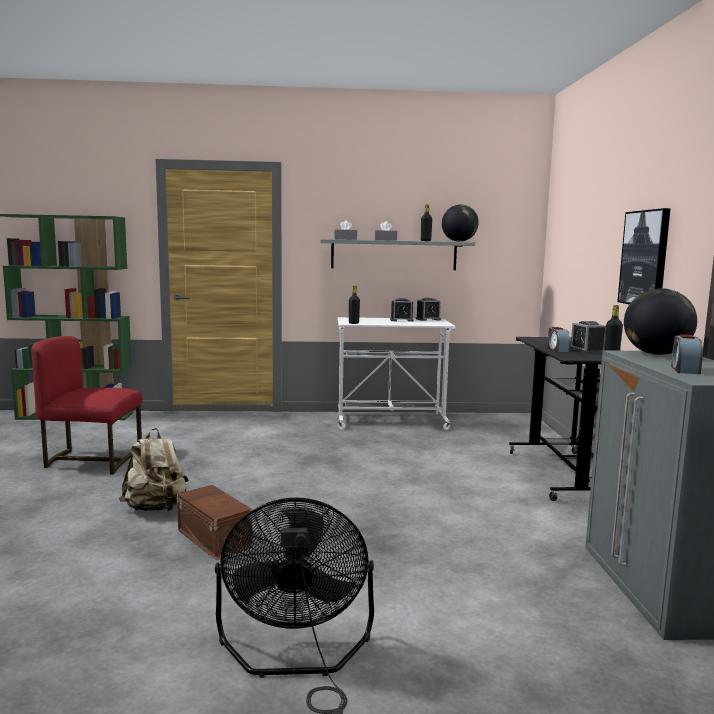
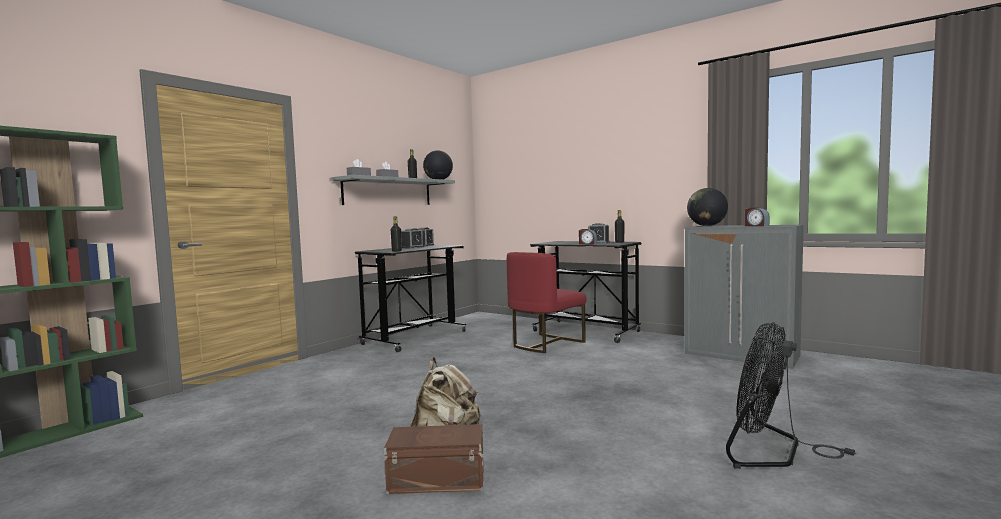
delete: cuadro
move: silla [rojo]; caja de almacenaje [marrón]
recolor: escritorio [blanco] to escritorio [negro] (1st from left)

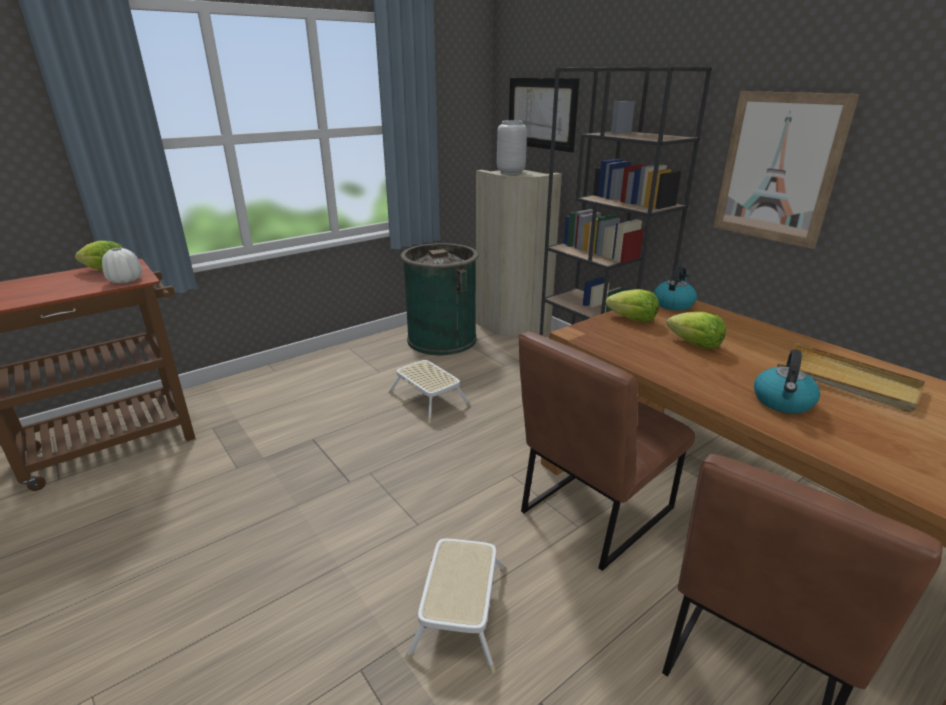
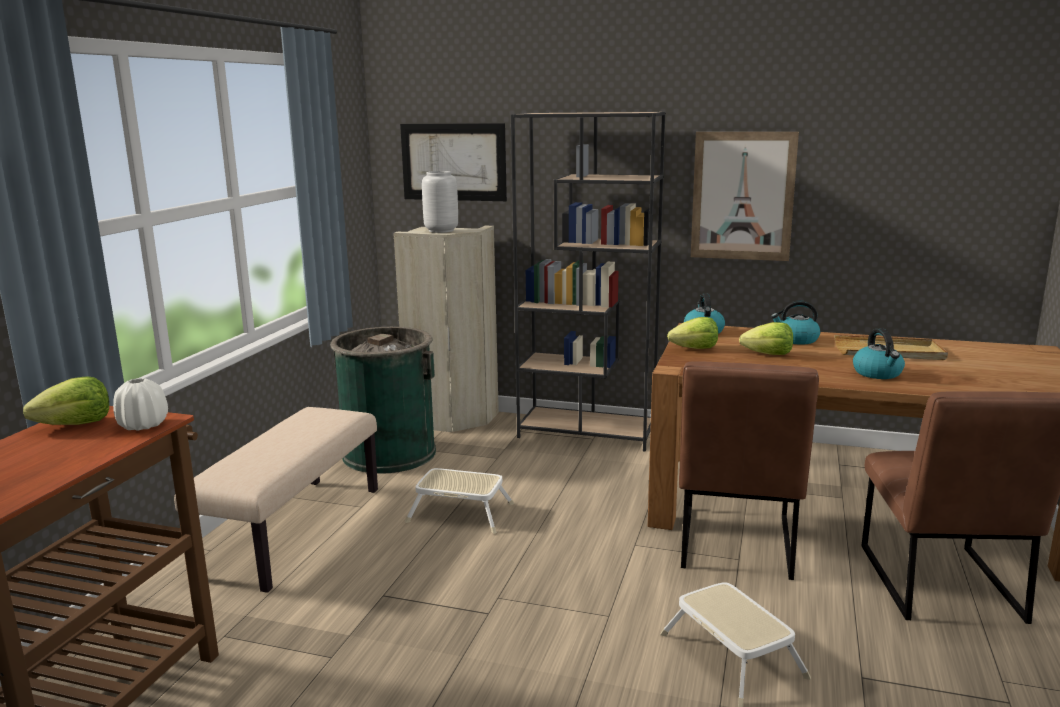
insert: banco [beis]; hervidor (2nd from left)

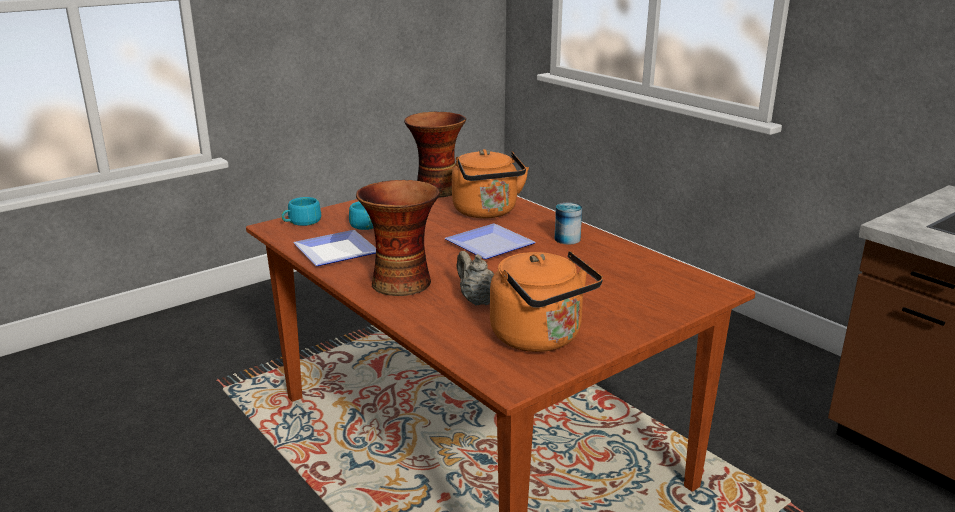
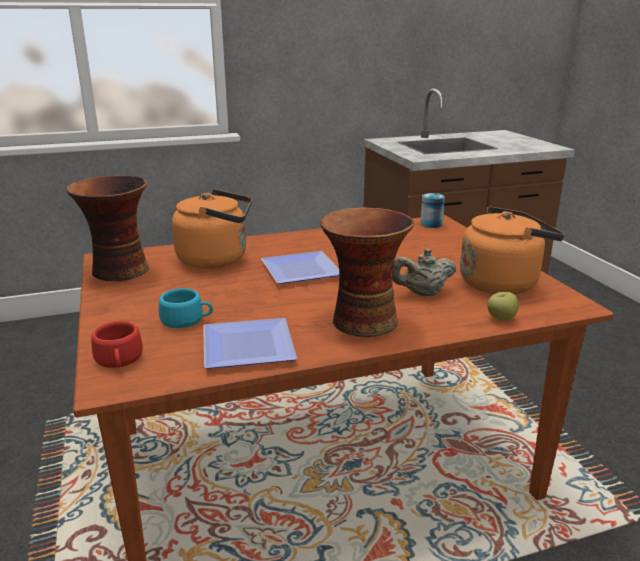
insert: manzana
move: lata
recolor: taza [turquesa] (1st from left) to taza [rojo]

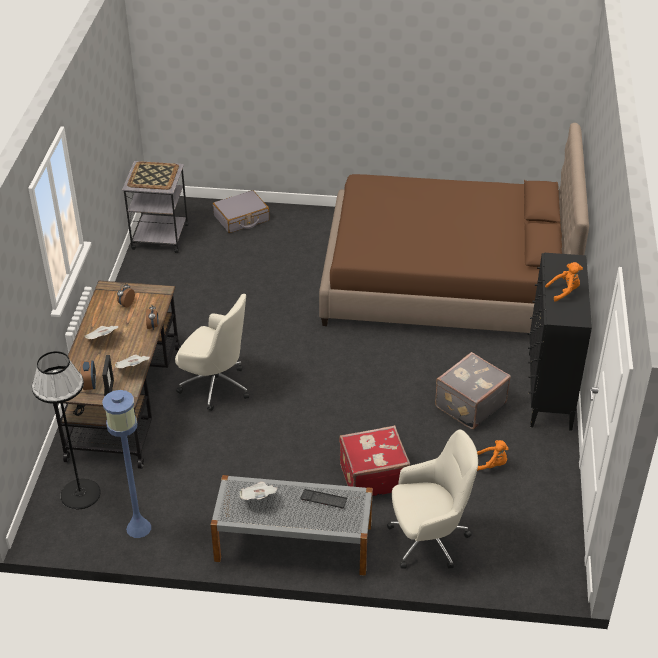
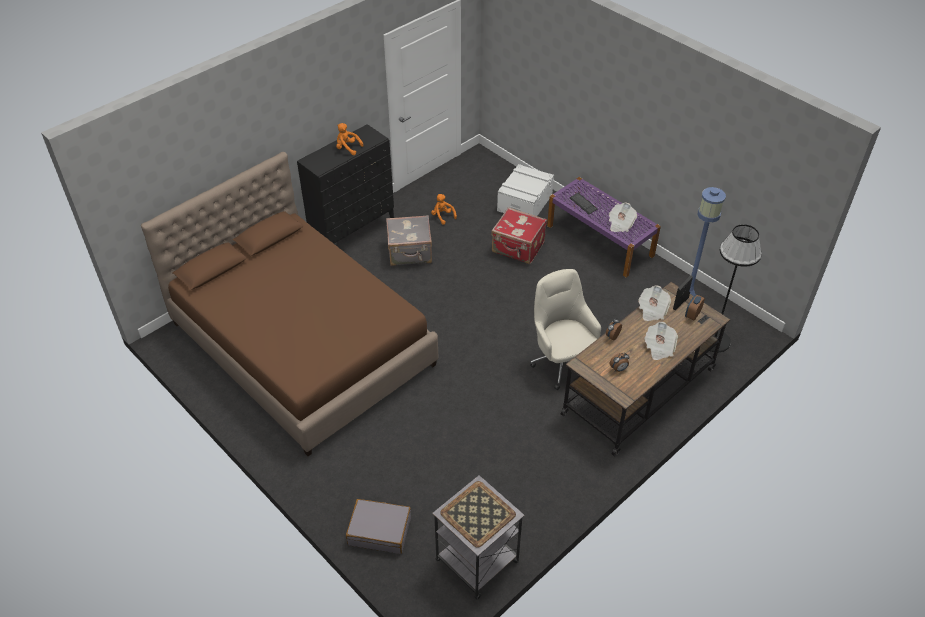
replace: silla de oficina [beis] (2nd from left) to caja de almacenaje [blanco]
recolor: banco [gris] to banco [morado]

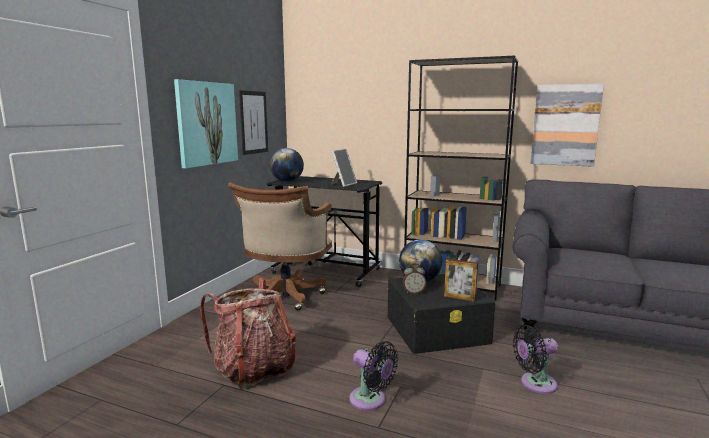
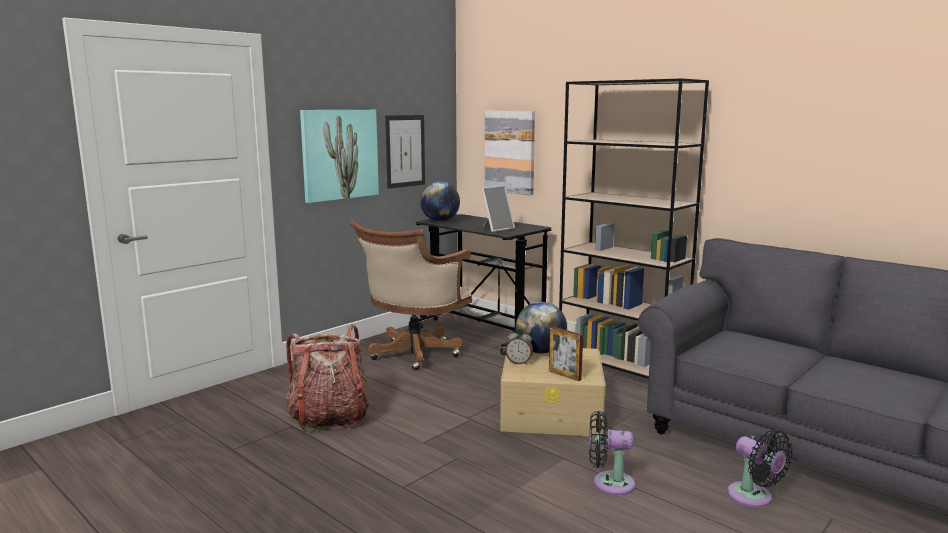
move: ventilador [negro] (1st from left in the first image) to ventilador [negro] (2nd from left); cuadro (3rd from left)
recolor: caja de almacenaje [negro] to caja de almacenaje [beis]

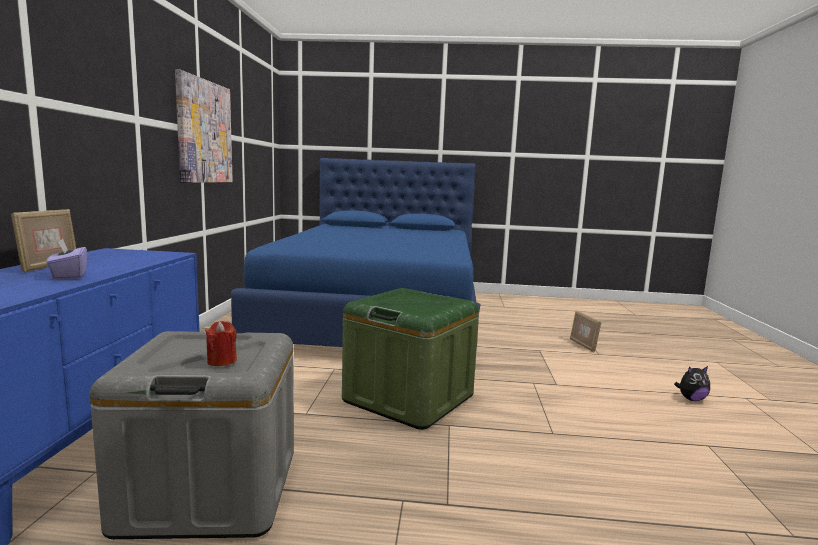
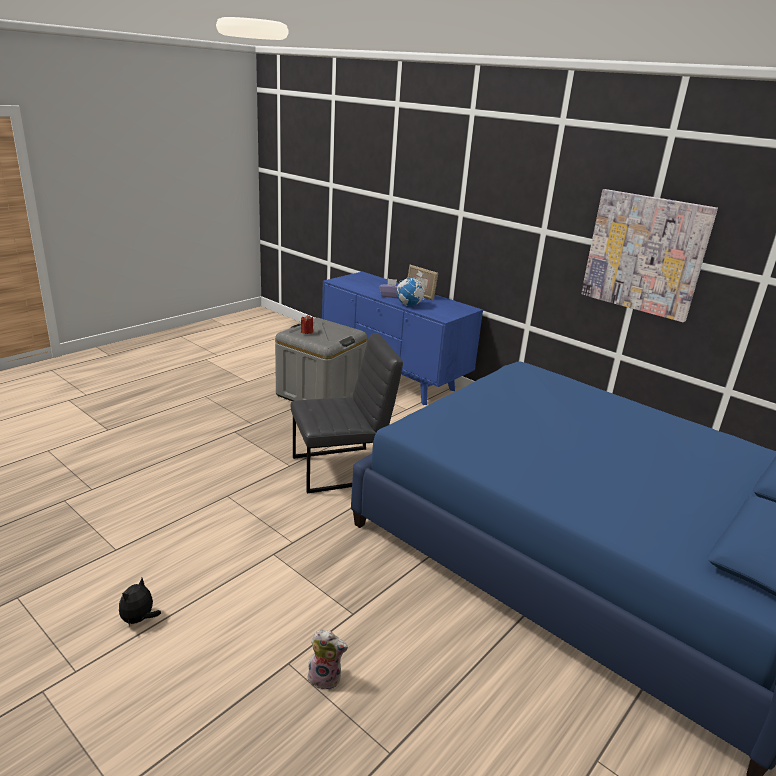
insert: globo terráqueo
replace: caja de almacenaje [verde] to silla [gris]; portarretratos (2nd from left) to peluche (2nd from left)

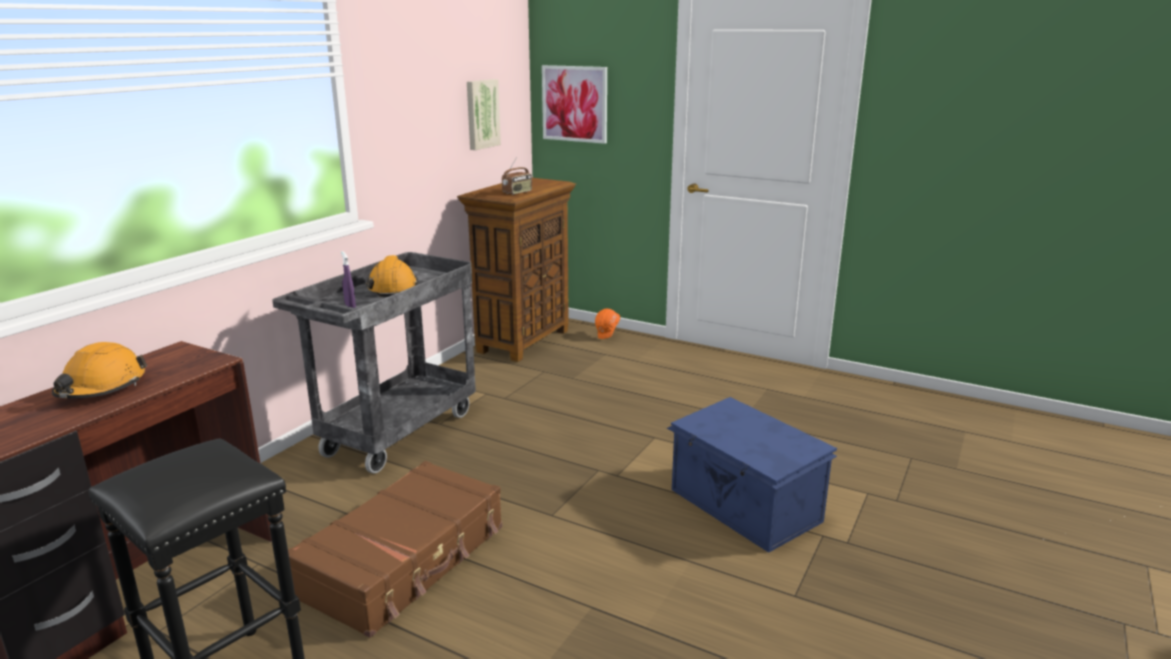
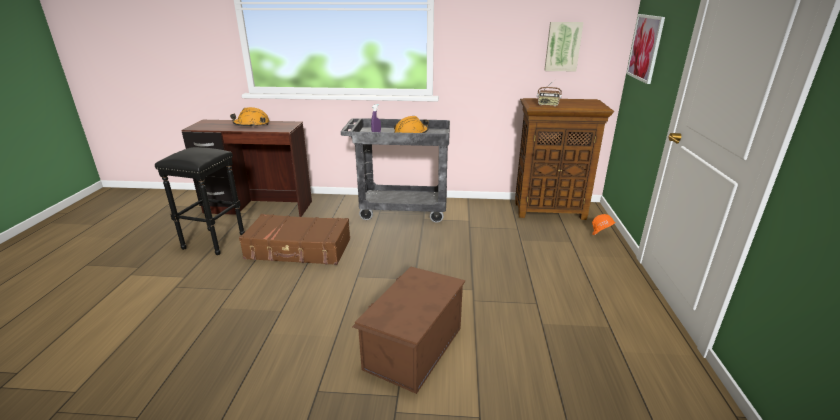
recolor: caja de almacenaje [azul] to caja de almacenaje [marrón]

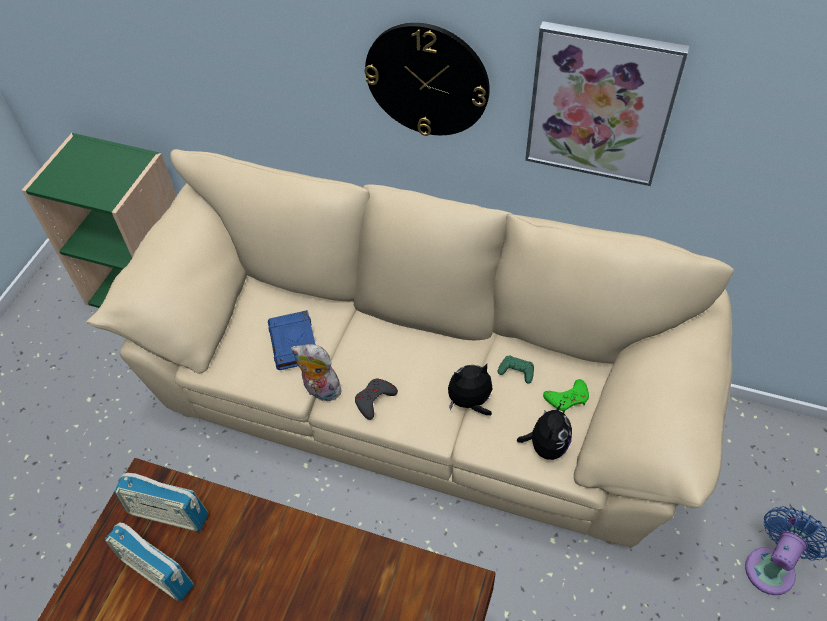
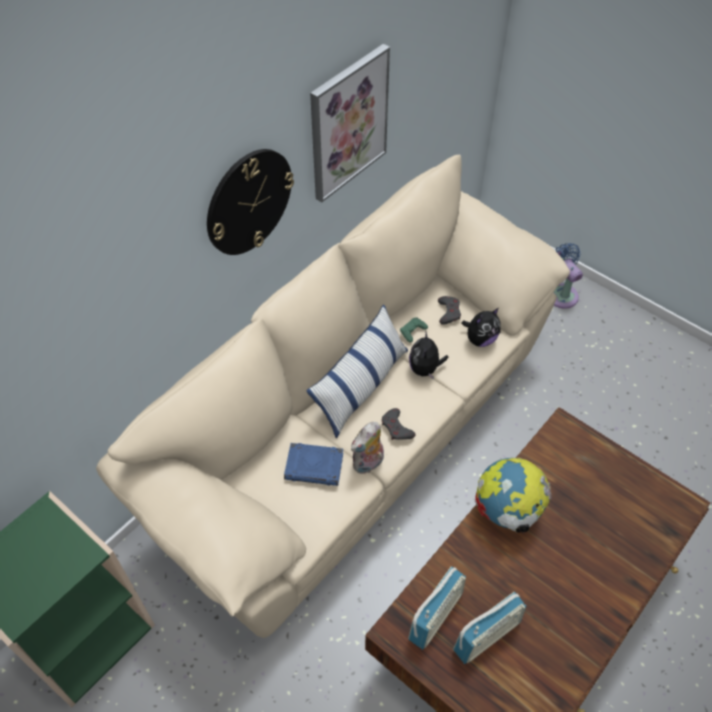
insert: cojín; globo terráqueo
recolor: mando de consola [verde] (2nd from left) to mando de consola [gris] (2nd from left)
rotate: peluche (3rd from left) 105 degrees clockwise

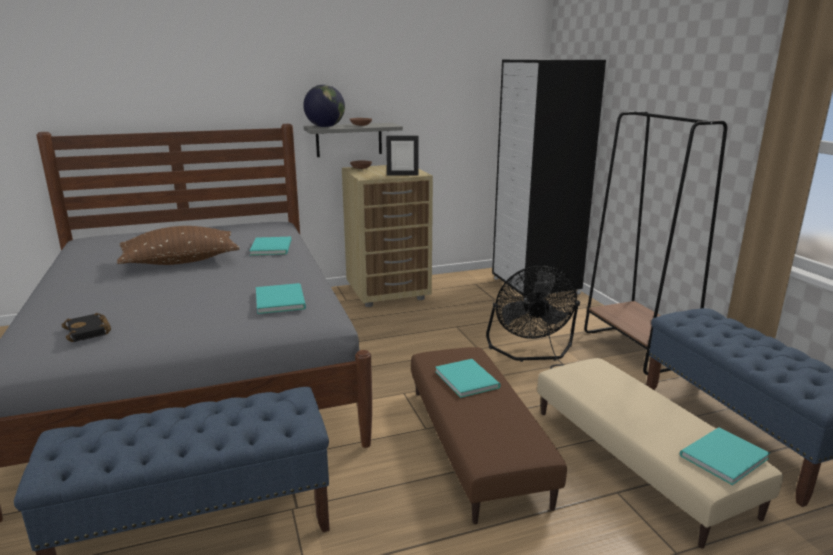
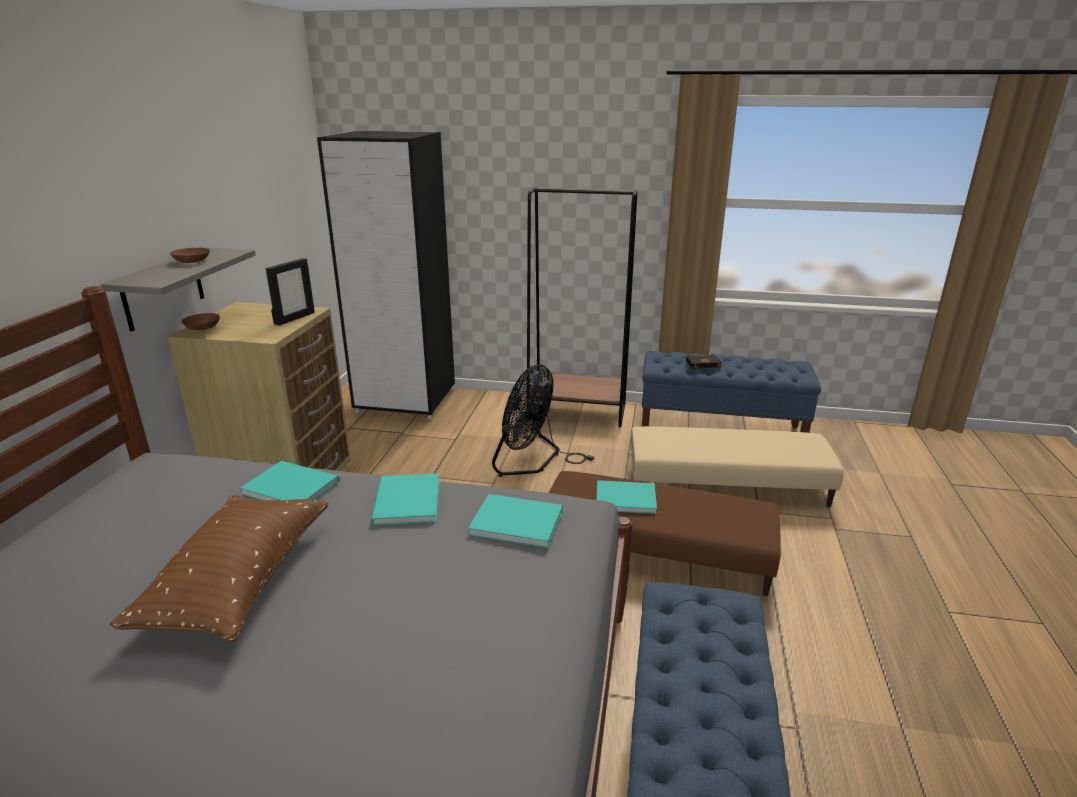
delete: globo terráqueo
move: libro [negro]; libro [turquesa] (4th from left in the first image) to libro [turquesa] (2nd from left)

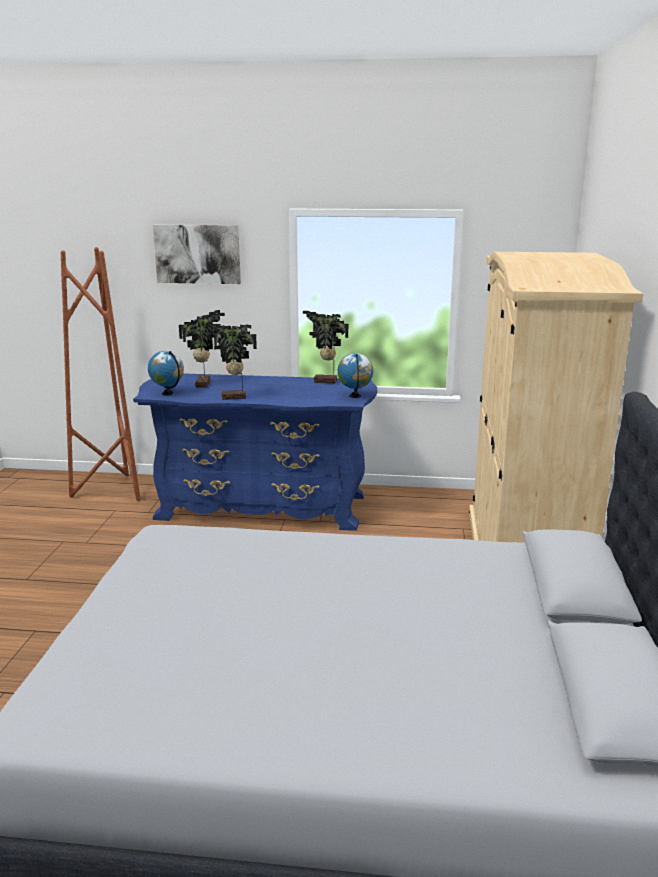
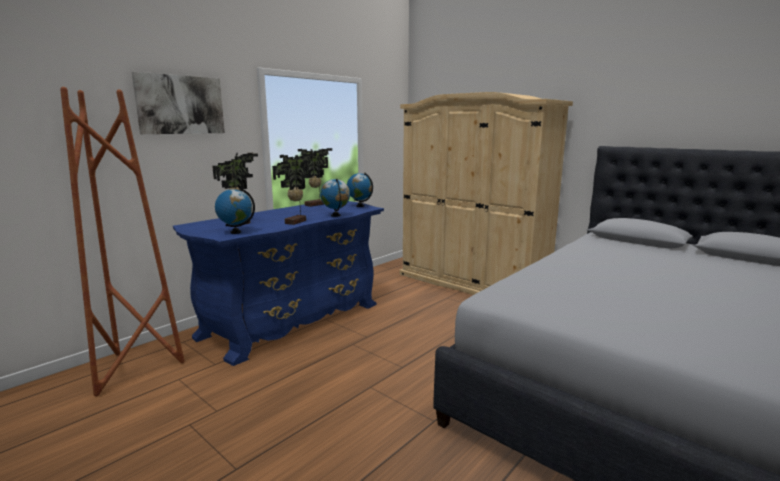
insert: globo terráqueo (2nd from left)

